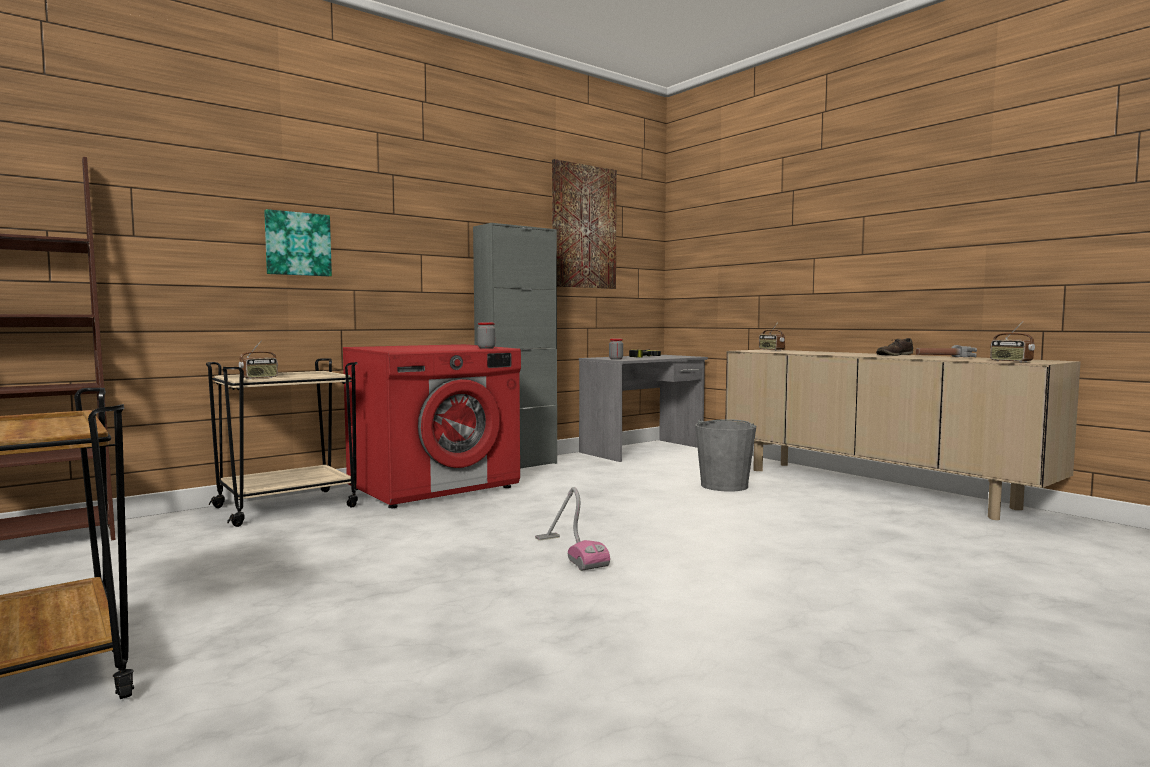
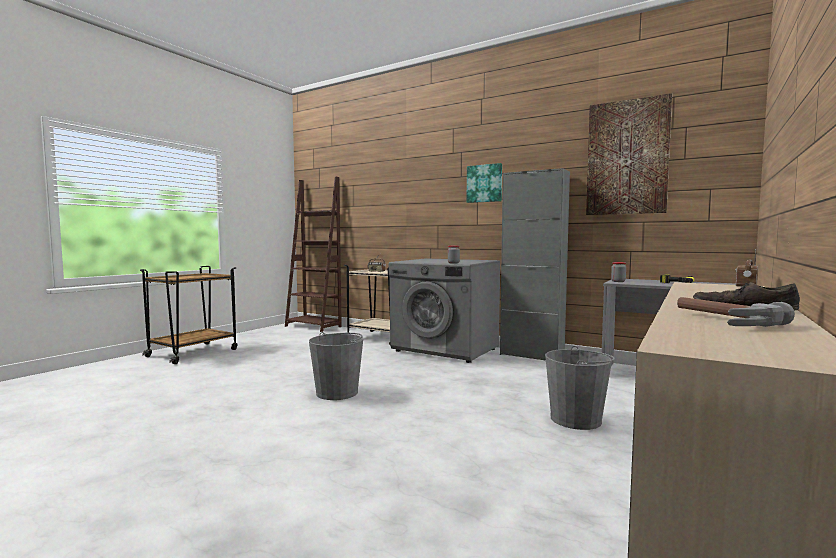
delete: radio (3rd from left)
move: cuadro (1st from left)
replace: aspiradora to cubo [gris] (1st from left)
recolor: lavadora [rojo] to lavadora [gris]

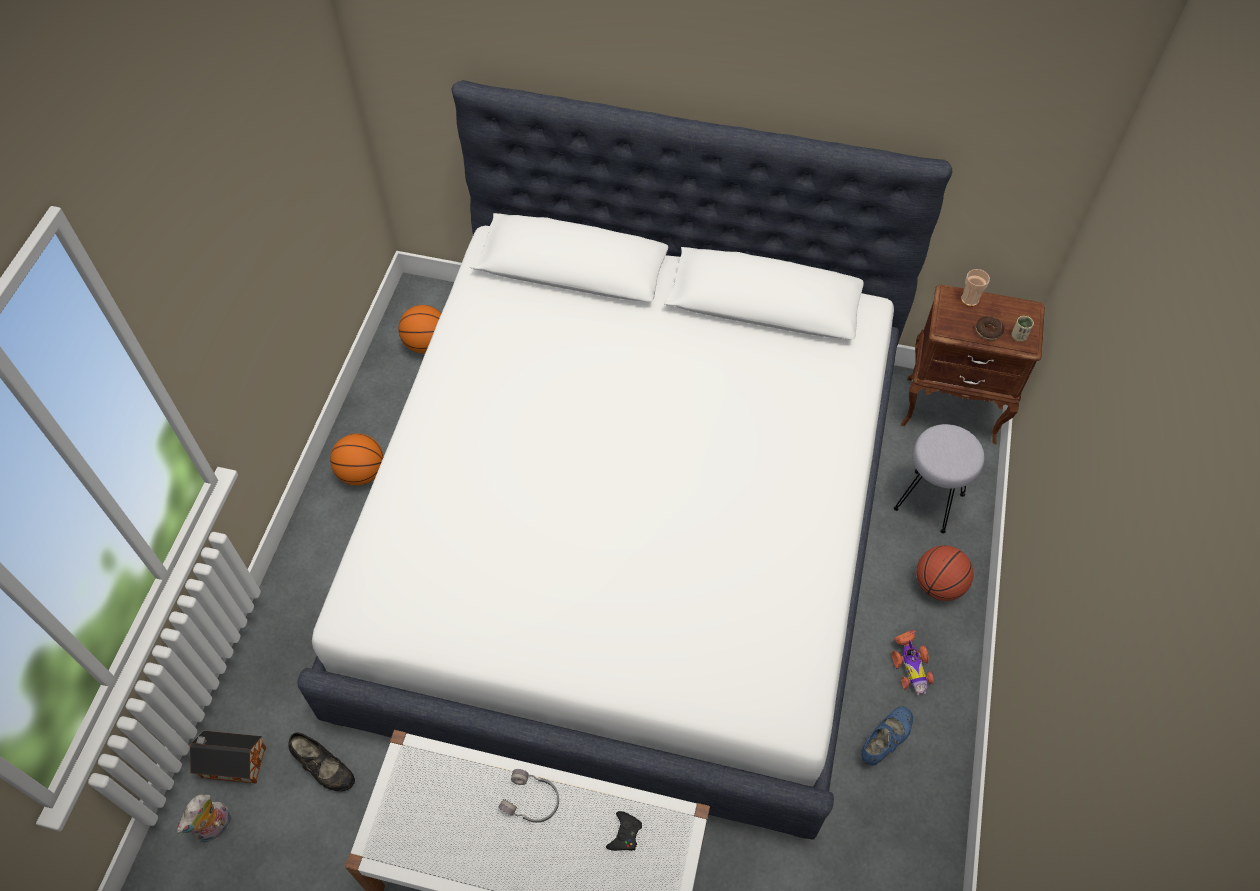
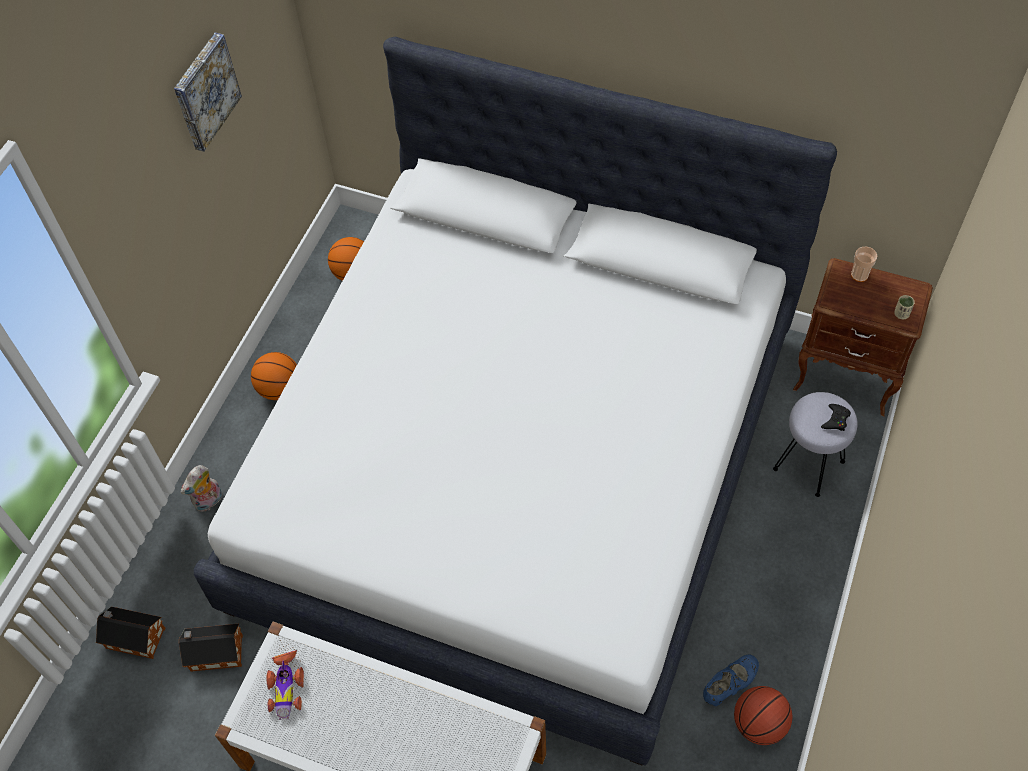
delete: auriculares [gris]; rosquilla
insert: cuadro
move: peluche; mando de consola [negro]; coche de juguete; balón de baloncesto (3rd from left)
replace: zapato [negro] to casita (2nd from left)

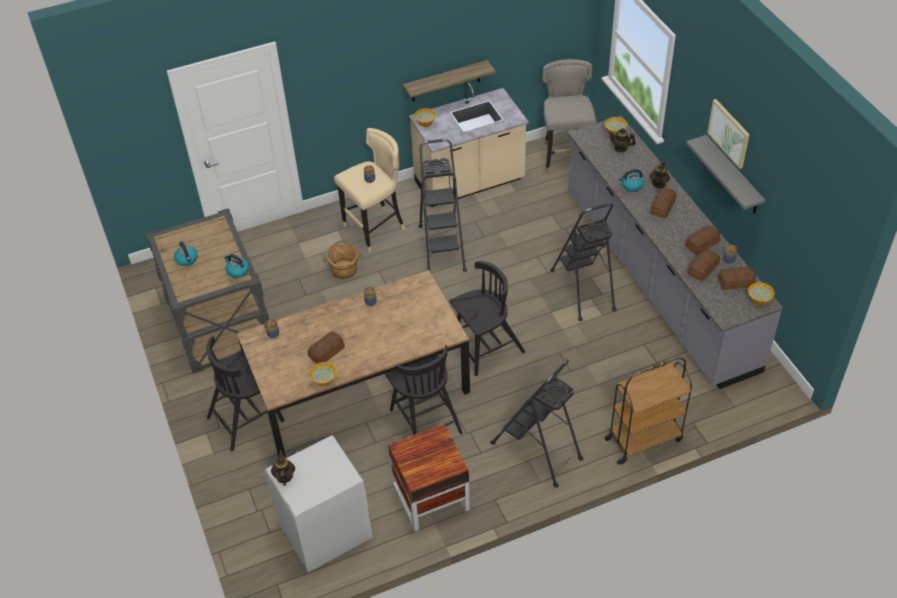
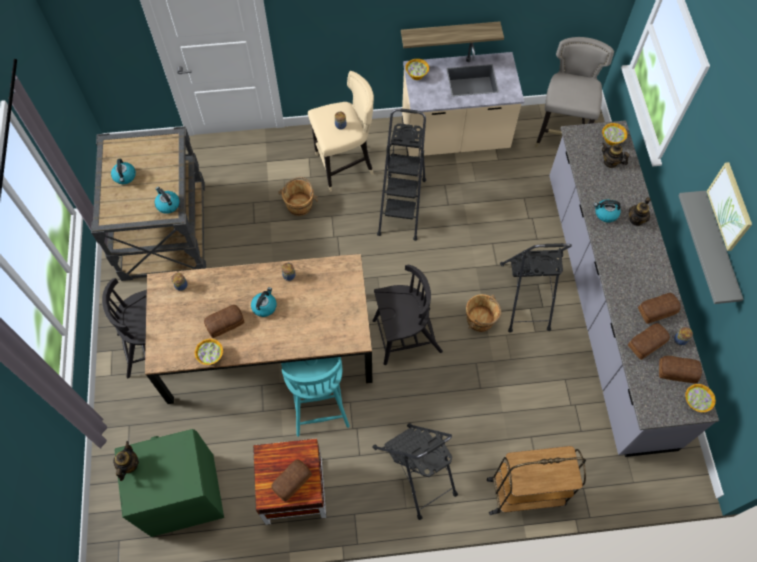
insert: hervidor (3rd from left); cubo [marrón] (2nd from left)
move: pan (2nd from left)
recolor: lavadora [blanco] to lavadora [verde]; silla [negro] (2nd from left) to silla [turquesa]

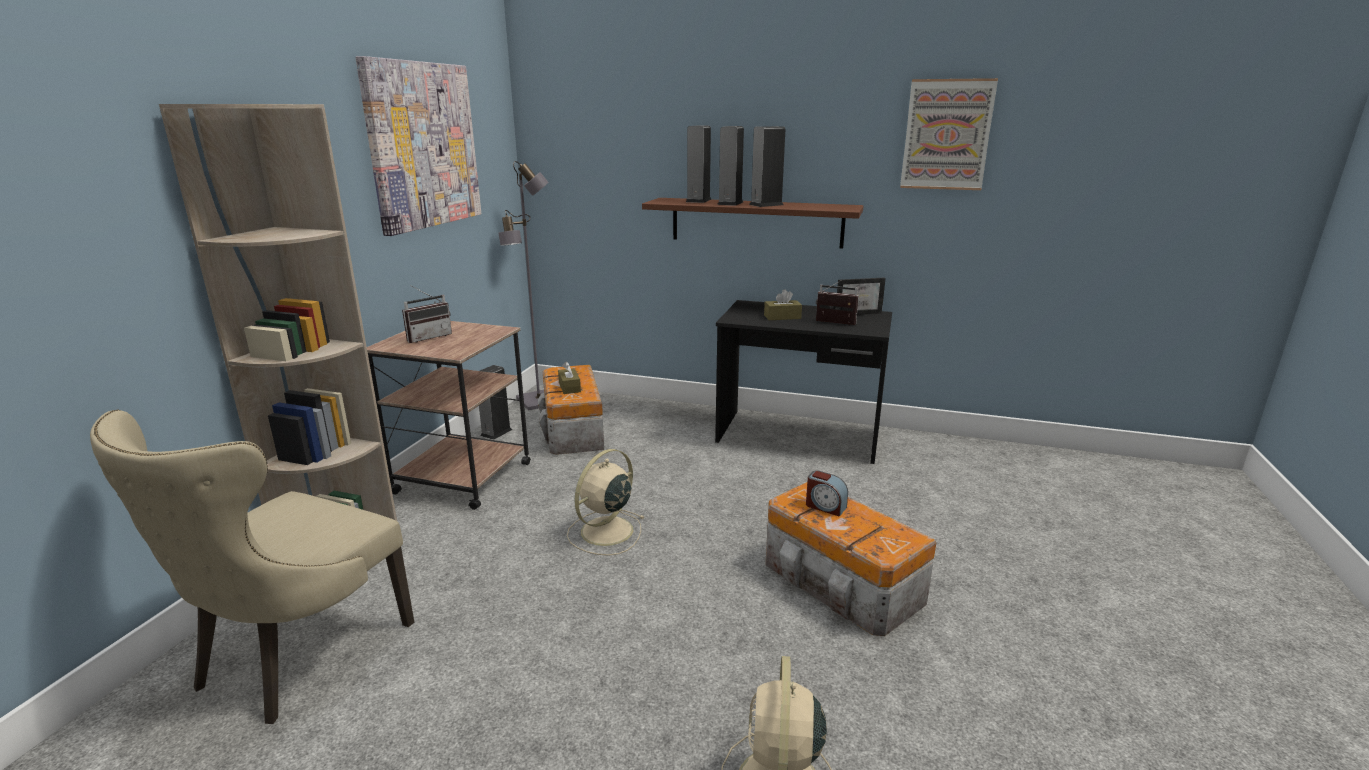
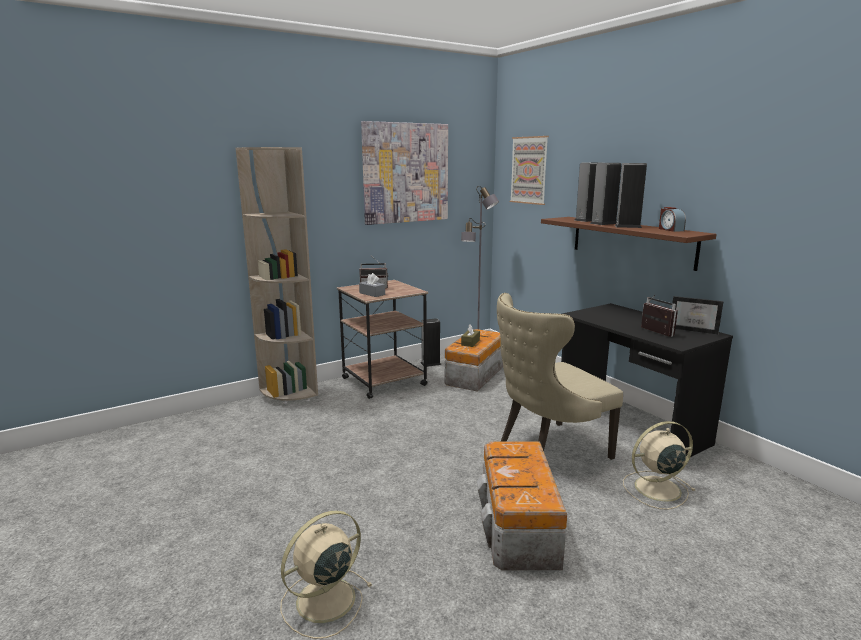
delete: caja de pañuelos [marrón] (2nd from left)
insert: caja de pañuelos [gris]
move: silla [beis]; ventilador [beis] (1st from left in the first image) to ventilador [beis] (2nd from left); despertador; cuadro (2nd from left)

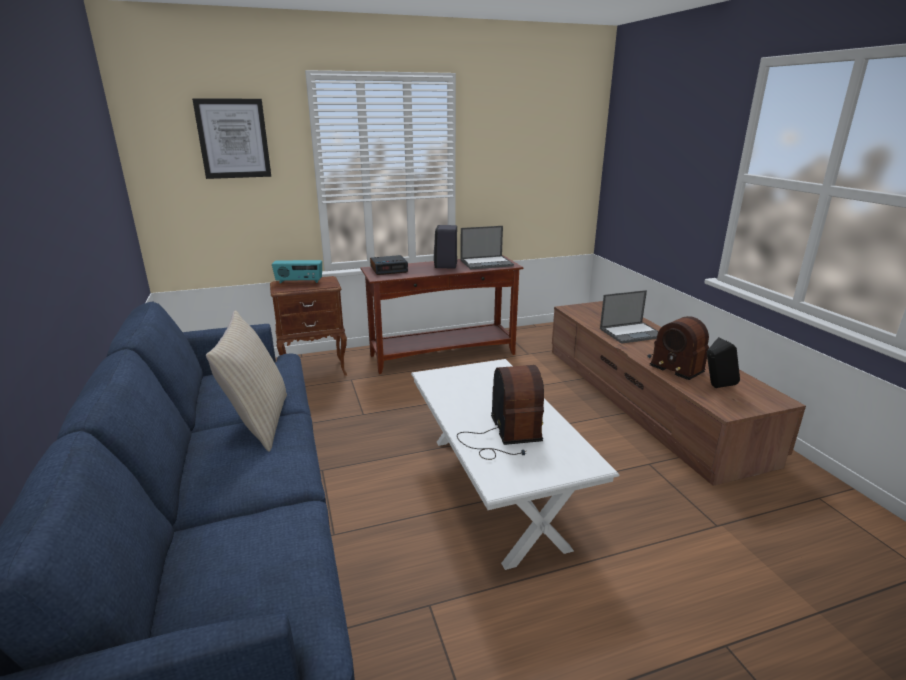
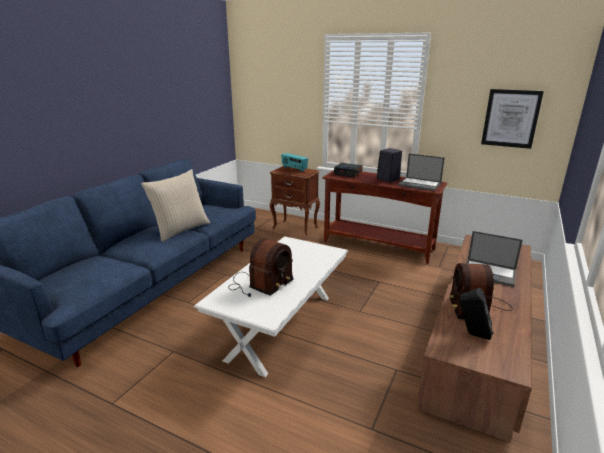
move: cuadro

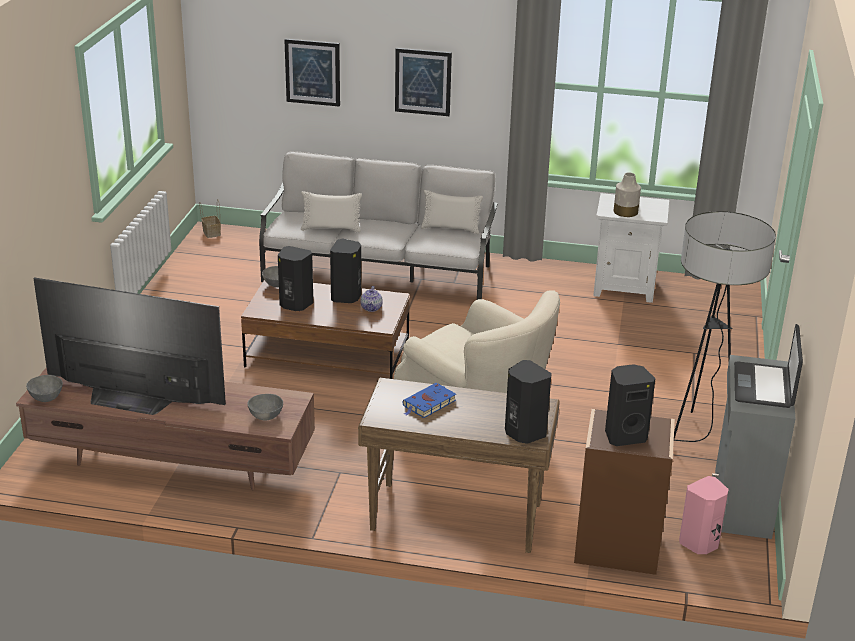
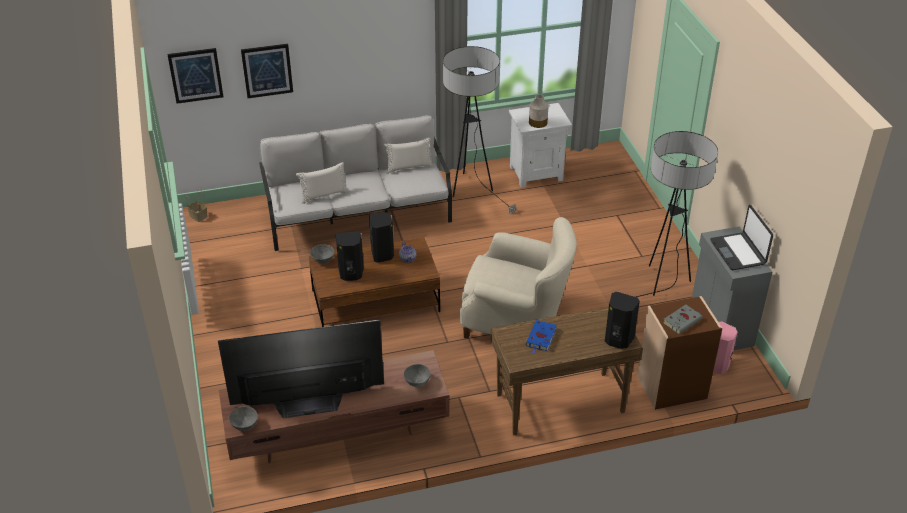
insert: lámpara de pie (1st from left)
move: cuadro (2nd from left in the first image) to cuadro (1st from left)
replace: altavoz [negro] (4th from left) to libro [gris]

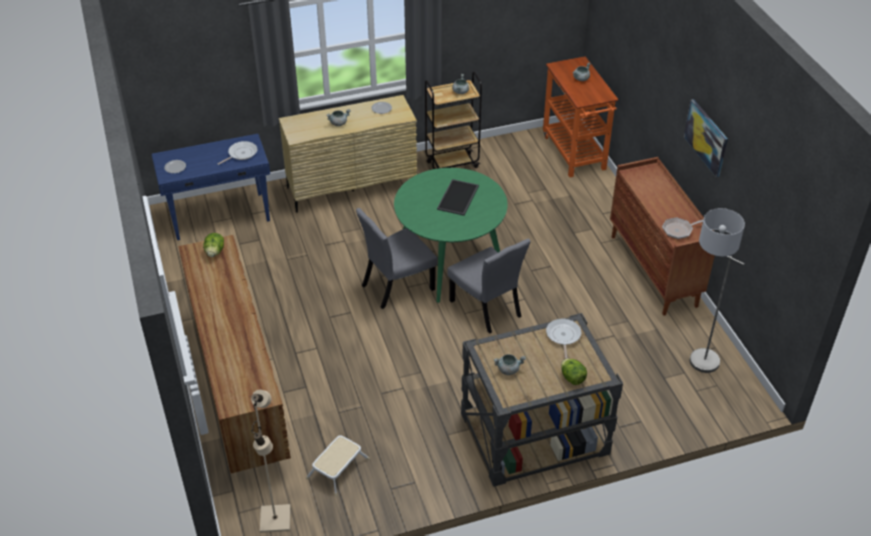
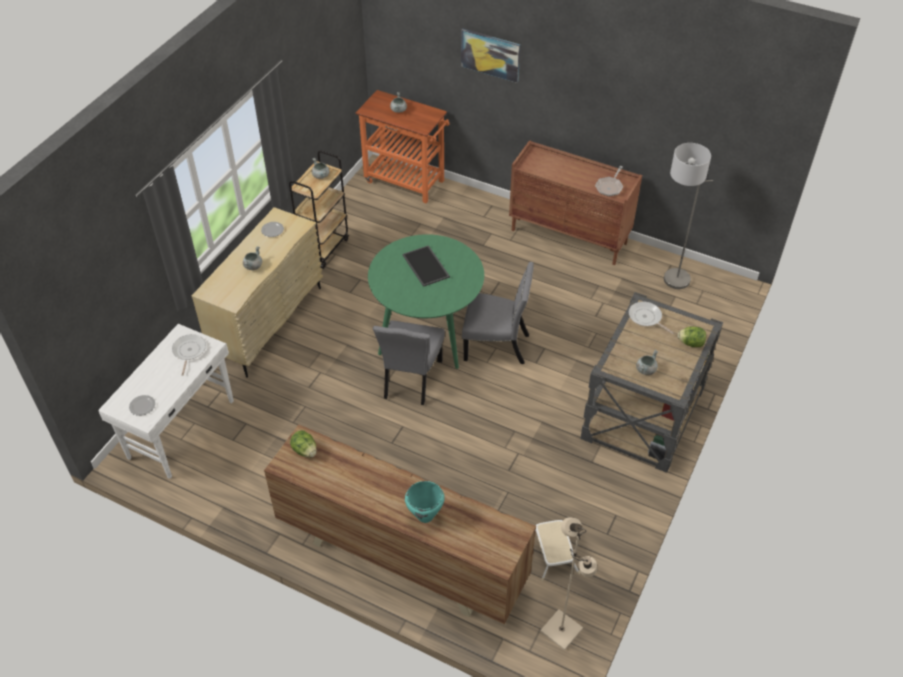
insert: olla [turquesa]
move: cuadro
recolor: mesa consola [azul] to mesa consola [blanco]

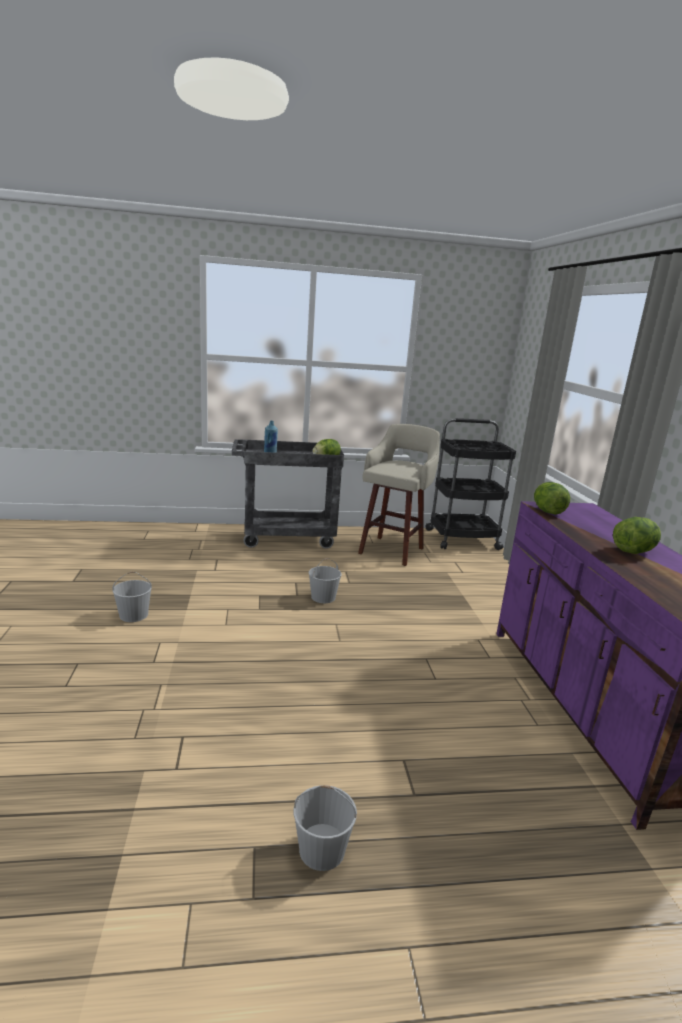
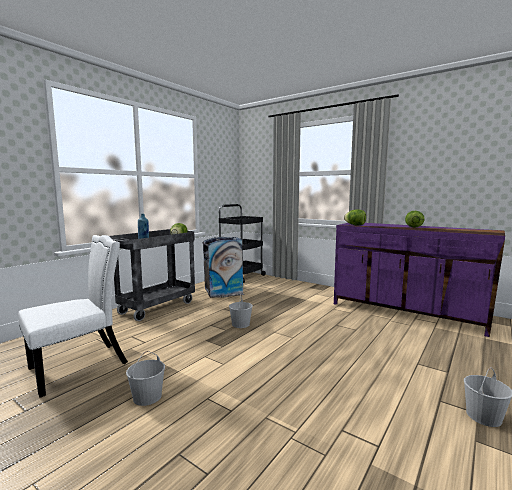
insert: silla [blanco]
replace: taburete [beis] to papelera

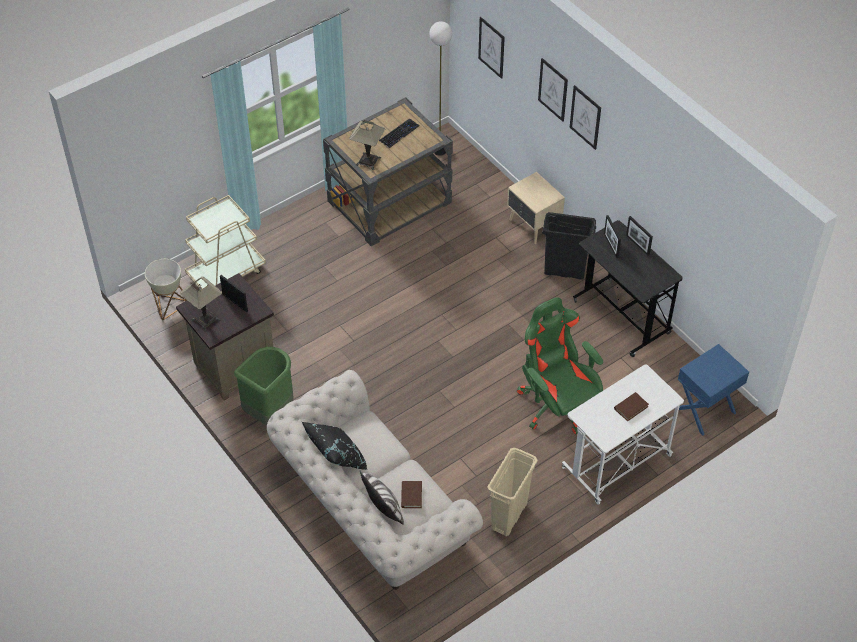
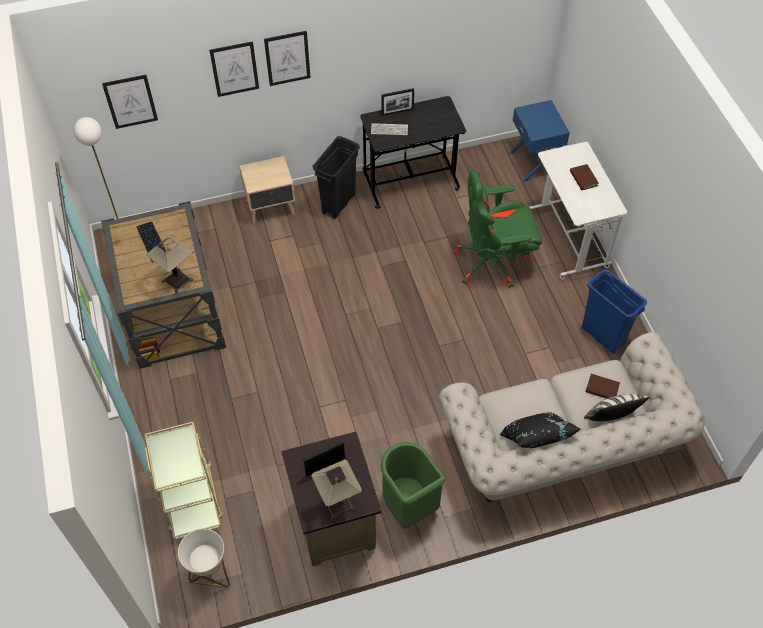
replace: portarretratos (2nd from left) to teclado (2nd from left)
recolor: papelera [beis] to papelera [azul]

